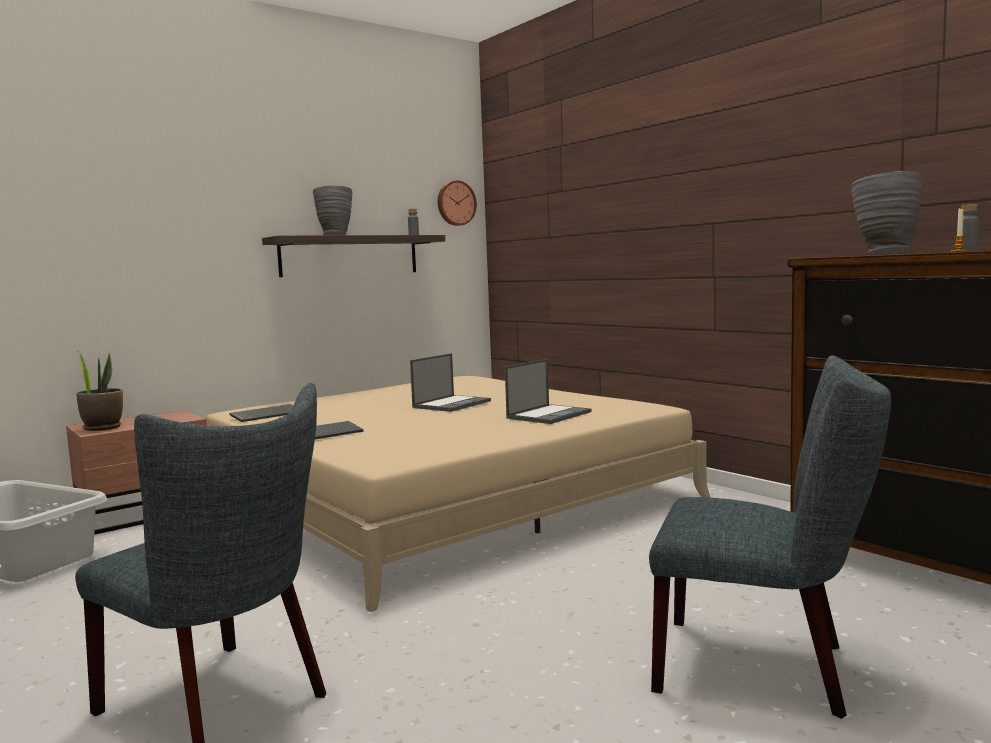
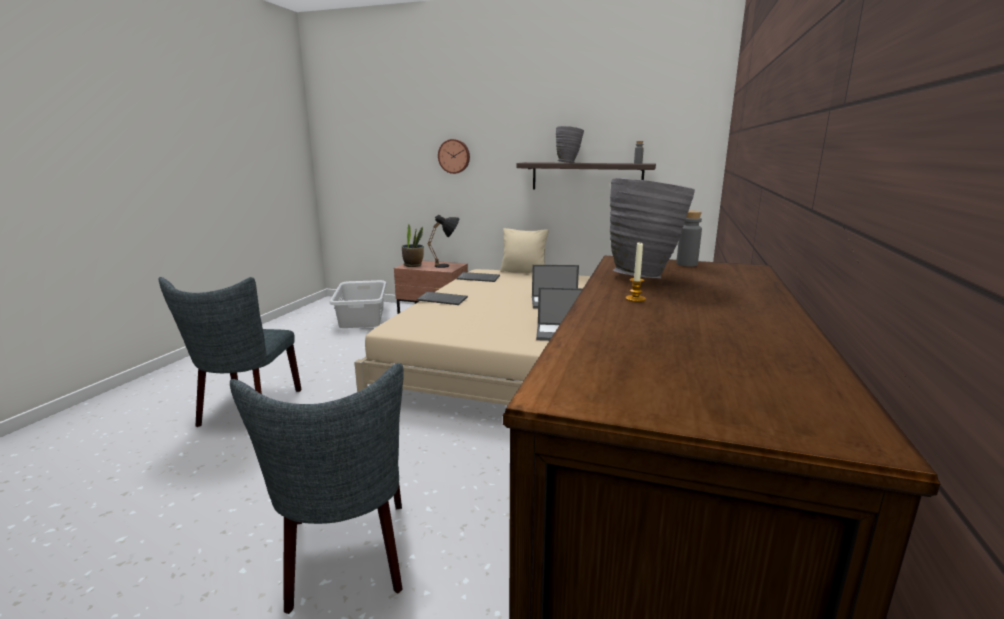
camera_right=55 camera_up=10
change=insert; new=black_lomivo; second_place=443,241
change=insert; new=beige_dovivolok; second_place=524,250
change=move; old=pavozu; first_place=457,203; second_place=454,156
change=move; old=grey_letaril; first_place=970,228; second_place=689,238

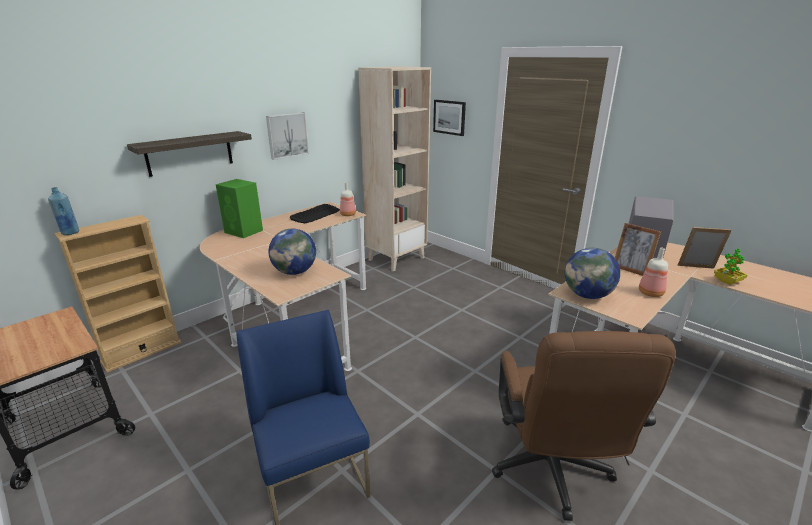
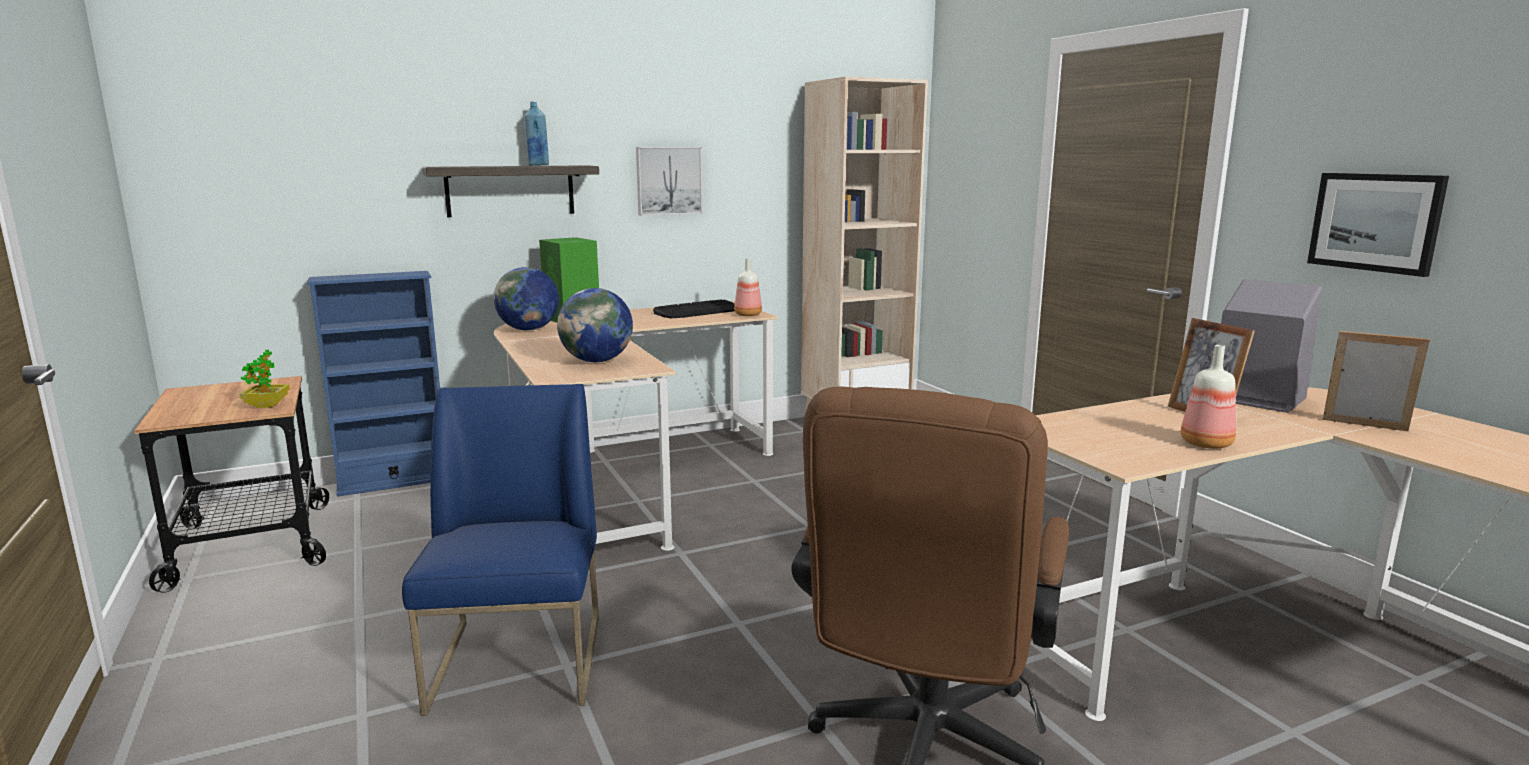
camera_right=20 camera_up=-10
change=move; old=blue_letaril; first_place=63,211; second_place=536,134
change=move; old=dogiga; first_place=449,118; second_place=1378,225
change=move; old=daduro; first_place=592,273; second_place=526,299
change=move; old=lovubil; first_place=730,266; second_place=265,378
change=recolor; old=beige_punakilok; new=blue_punakilok; first_place=117,294; second_place=373,384

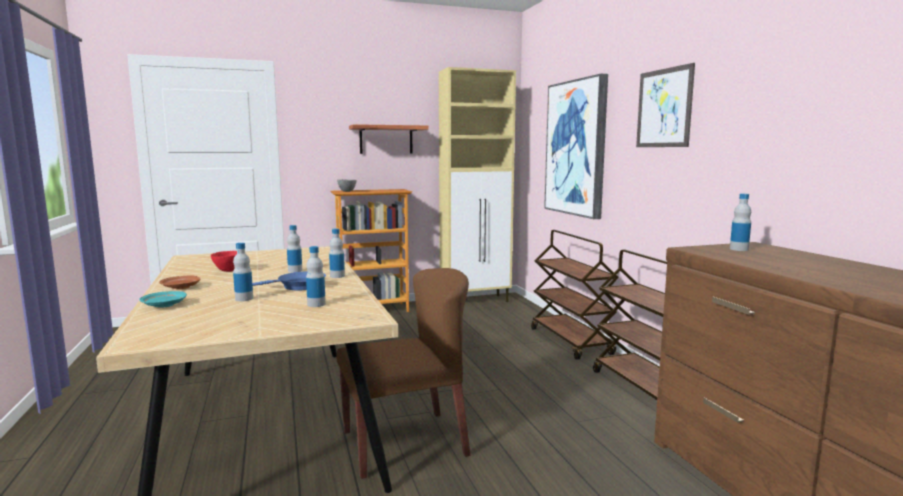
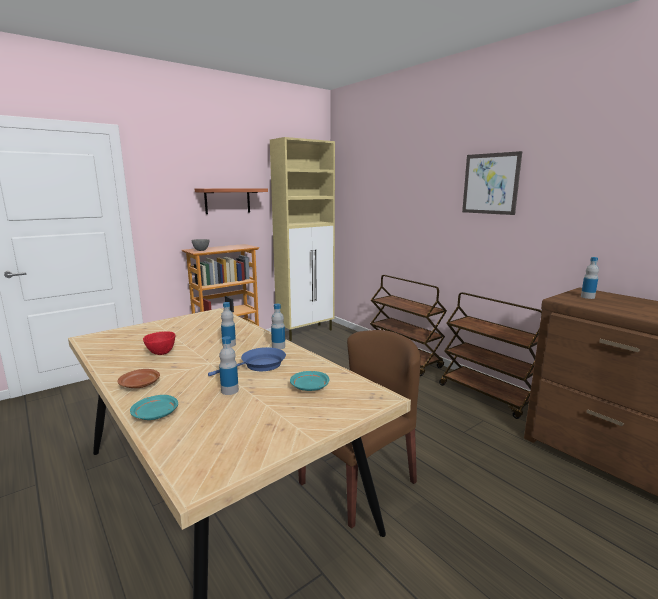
camera_right=-20 camera_up=5
change=delete; old=dogiga; first_place=576,146
change=replace; old=letaril; new=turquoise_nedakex; first_place=316,276; second_place=309,381

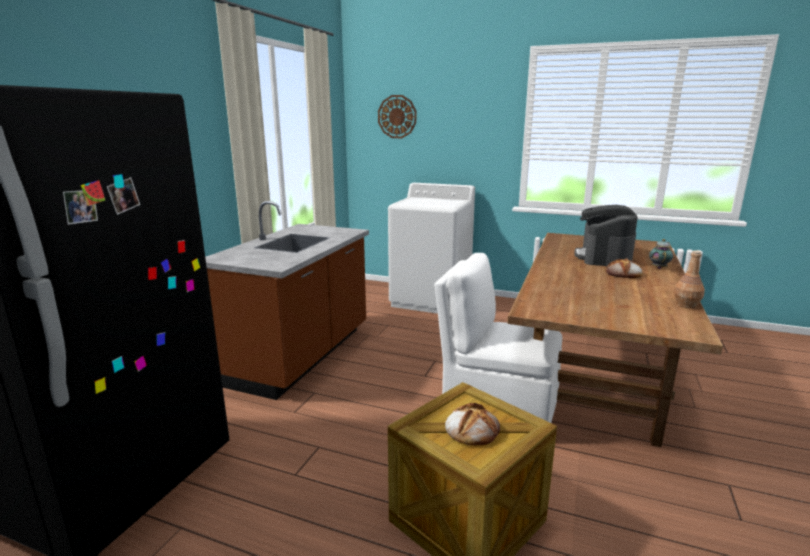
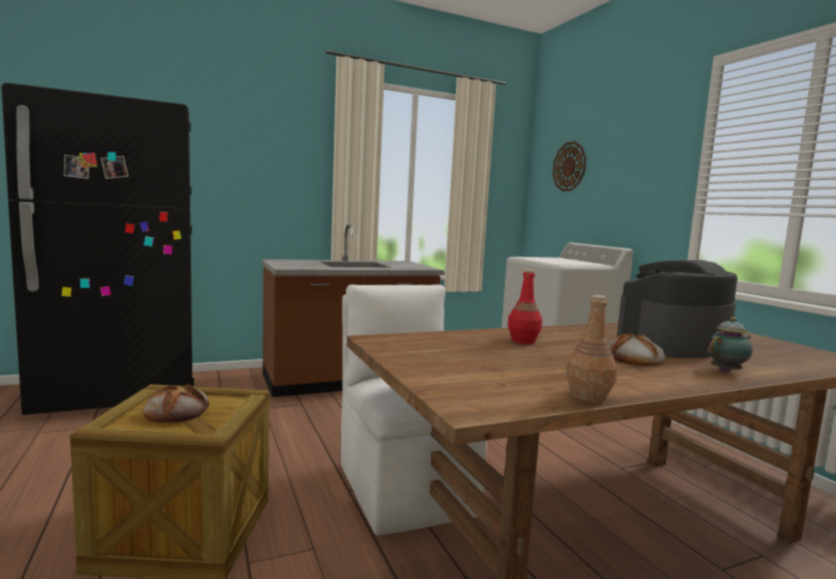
camera_right=45 camera_up=-10
change=insert; new=red_letaril; second_place=525,307

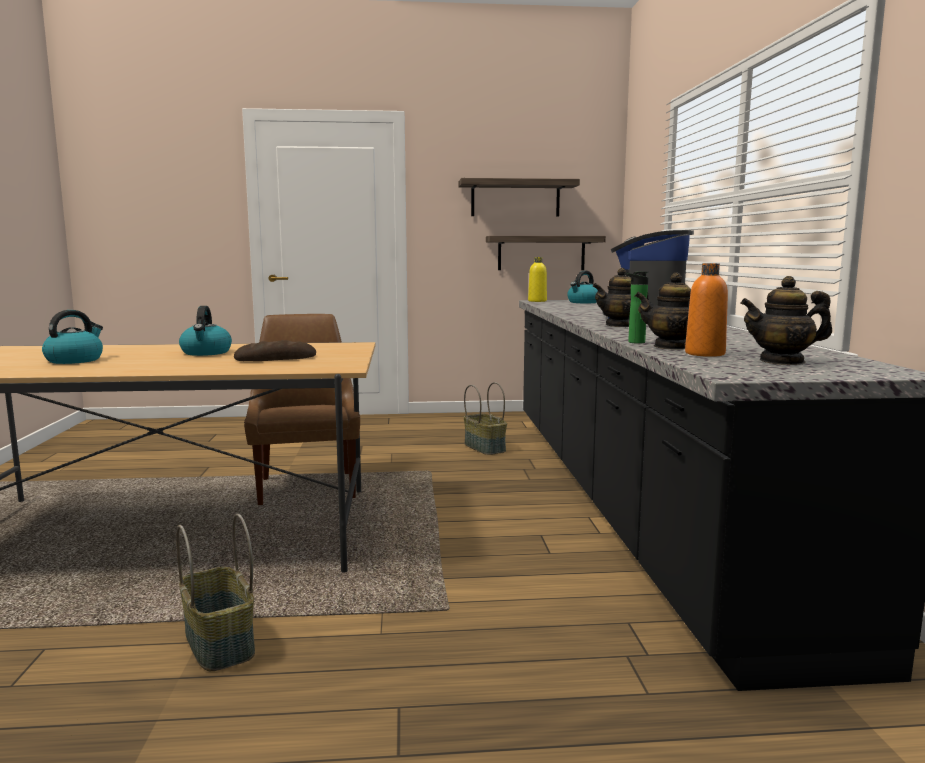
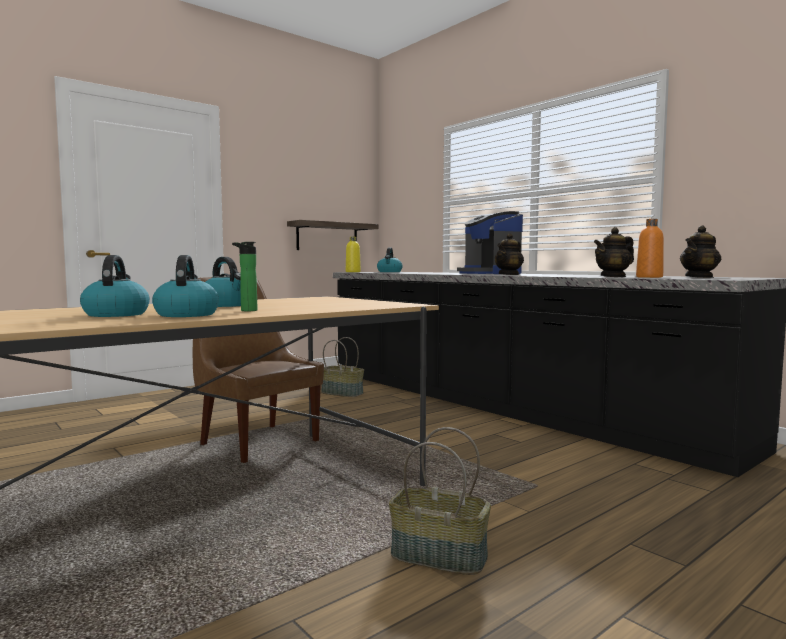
camera_right=-35 camera_up=-5
change=delete; old=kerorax; first_place=275,350
change=delete; old=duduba; first_place=519,197
change=insert; new=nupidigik; second_place=185,286
change=move; old=letaril; first_place=636,307; second_place=244,276

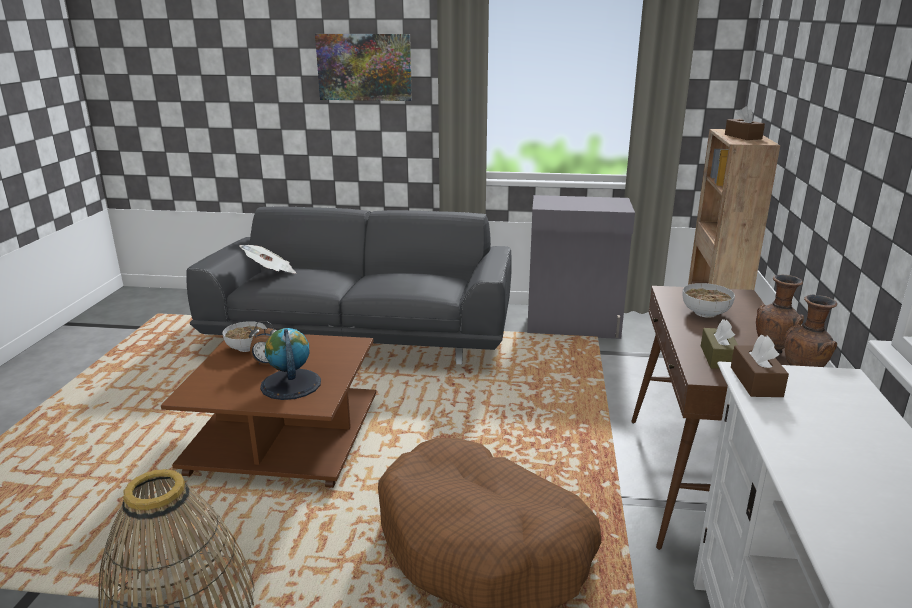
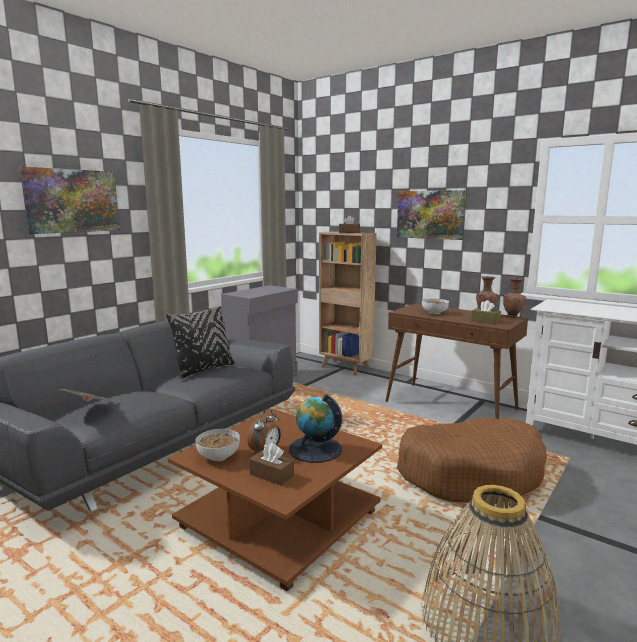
camera_right=-60 camera_up=-10
change=insert; new=black_dovivolok; second_place=200,342
change=insert; new=dogiga; second_place=431,215
change=move; old=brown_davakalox; first_place=760,366; second_place=271,464

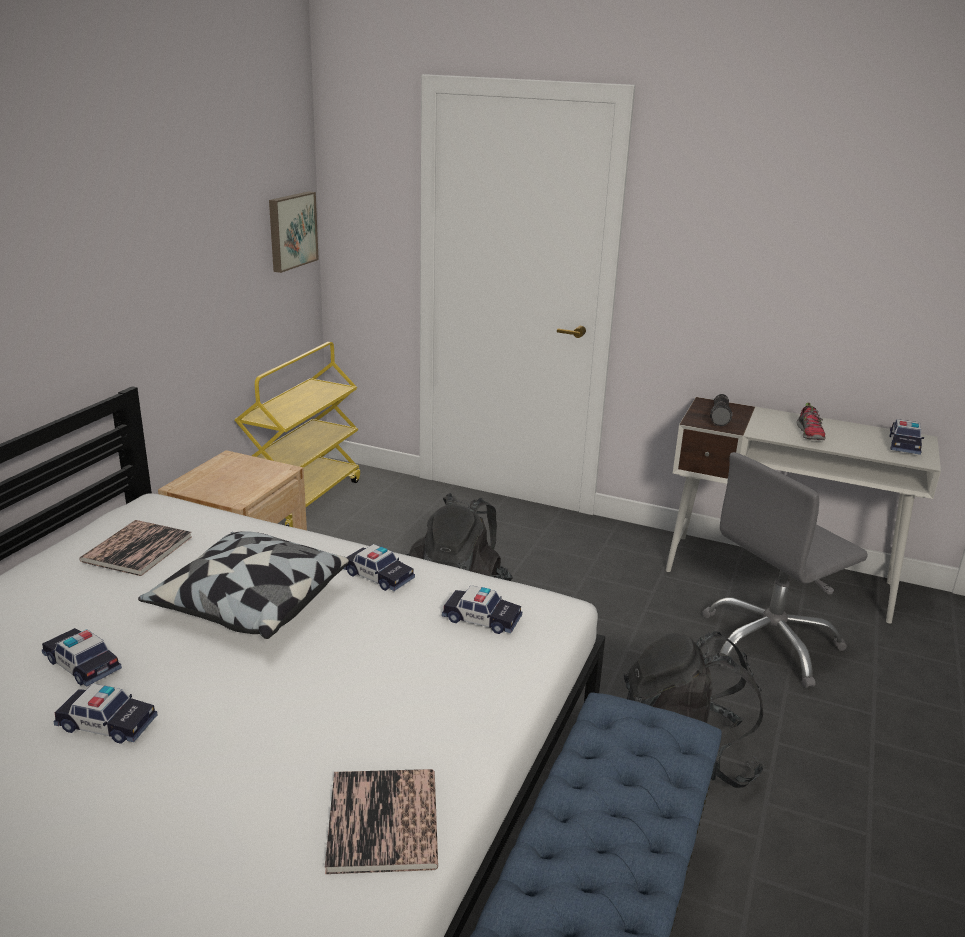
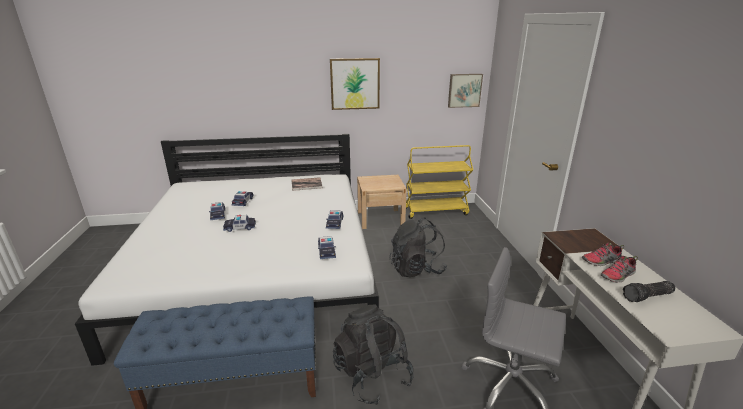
camera_right=60 camera_up=0
change=delete; old=dovivolok; first_place=243,585
change=delete; old=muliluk; first_place=381,821
change=insert; new=dogiga; second_place=355,84
change=insert; new=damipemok; second_place=603,254
change=move; old=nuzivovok; first_place=721,410; second_place=649,291
change=move; old=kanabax; first_place=907,437; second_place=239,223

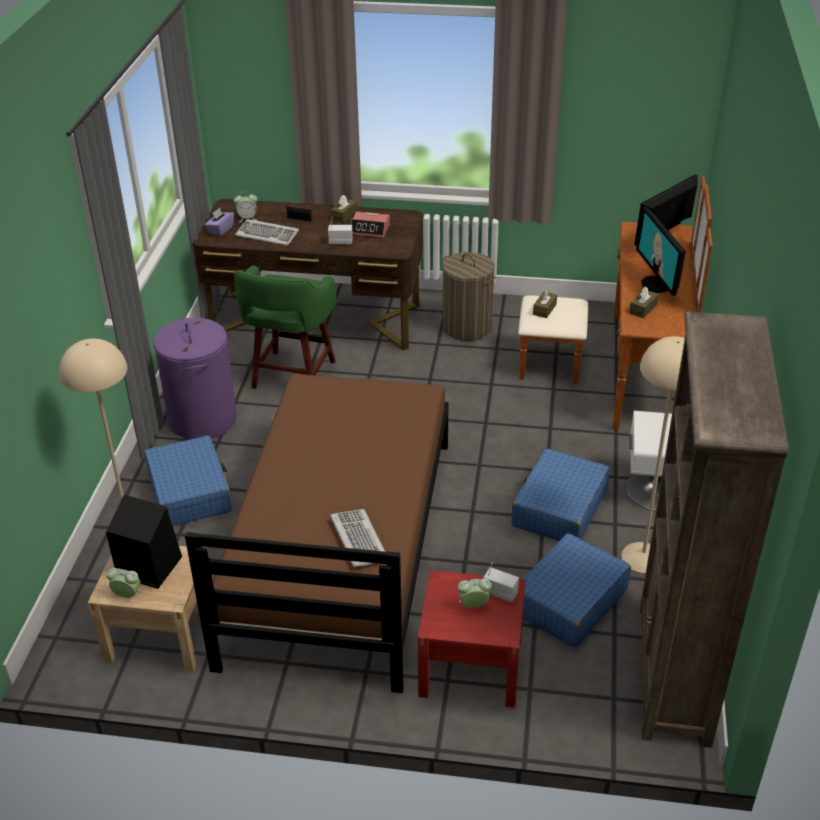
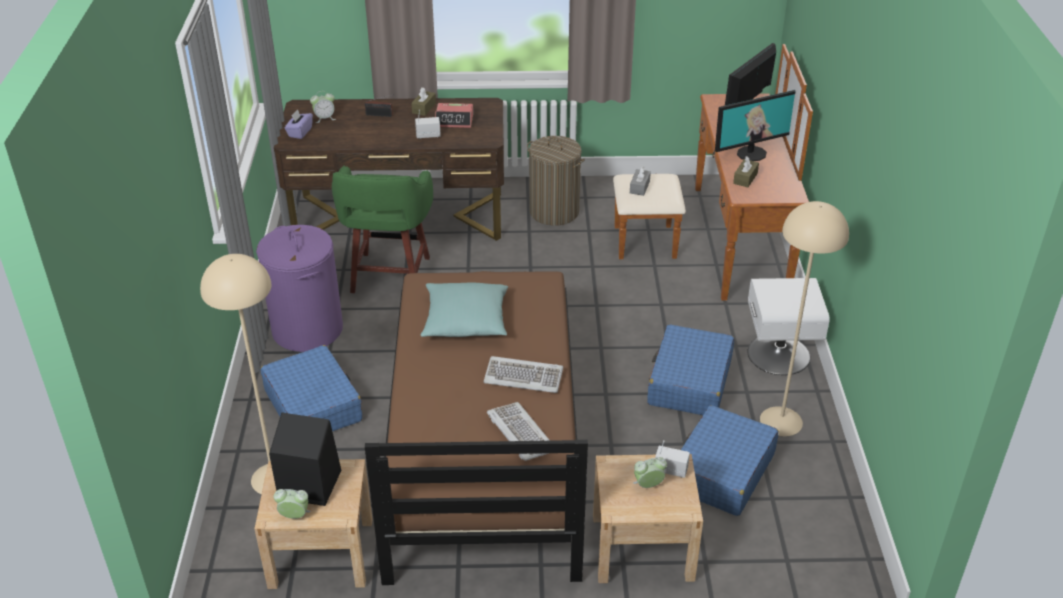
camera_right=-10 camera_up=0
change=delete; old=brown_punakilok; first_place=714,529
change=insert; new=turquoise_dovivolok; second_place=464,309
change=move; old=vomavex; first_place=267,232; second_place=523,374
change=recolor; old=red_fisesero; new=beige_fisesero; first_place=471,639; second_place=648,518
change=recolor; old=brown_davakalox; new=grey_davakalox; first_place=545,303; second_place=640,181
change=rotate; old=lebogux; first_place=661,251; second_place=755,125; degrees=-90

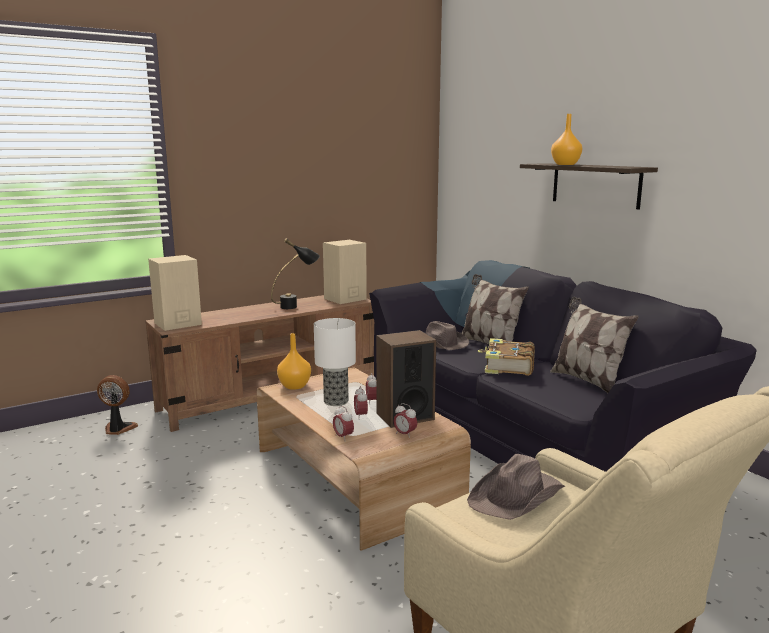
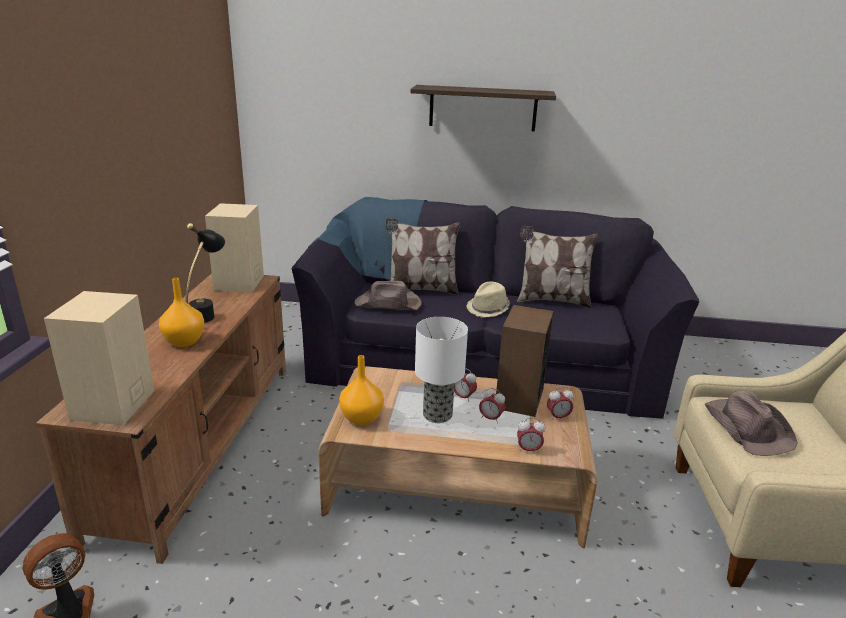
camera_right=-50 camera_up=10
change=move; old=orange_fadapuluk; first_place=566,139; second_place=181,312
change=replace; old=muliluk; new=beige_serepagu; first_place=506,357; second_place=488,299

